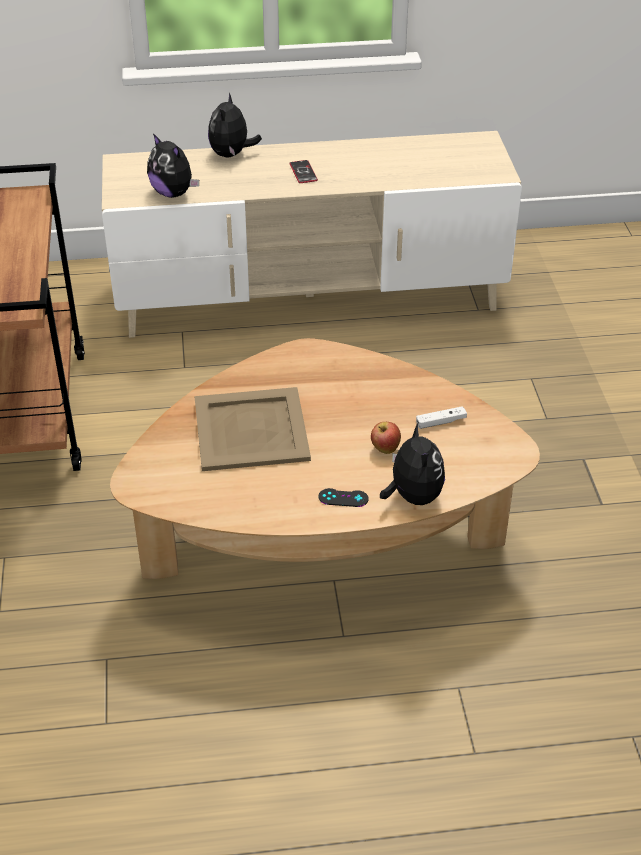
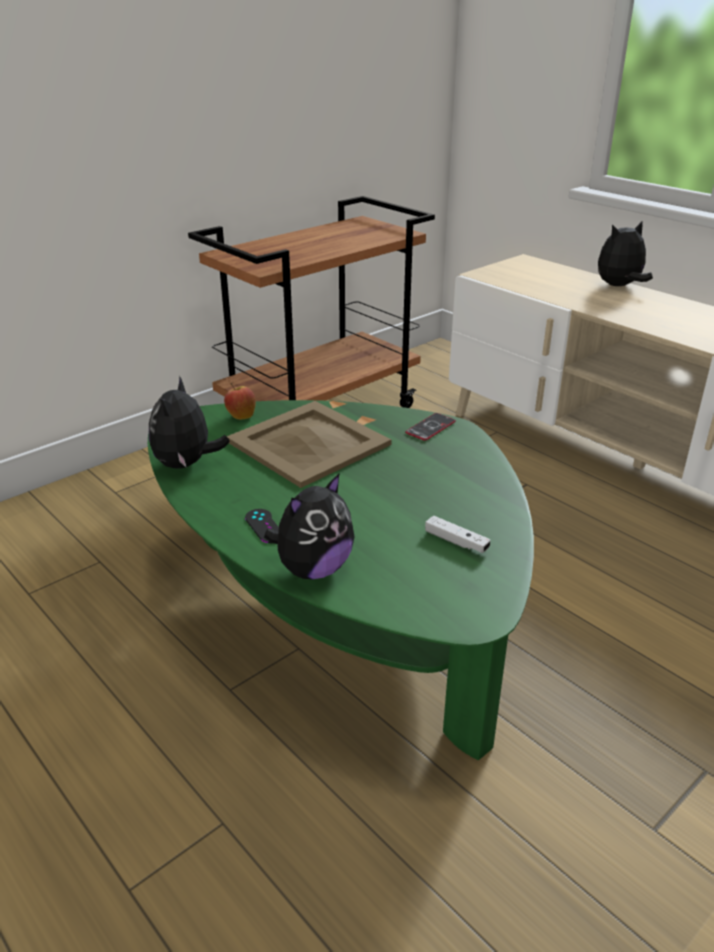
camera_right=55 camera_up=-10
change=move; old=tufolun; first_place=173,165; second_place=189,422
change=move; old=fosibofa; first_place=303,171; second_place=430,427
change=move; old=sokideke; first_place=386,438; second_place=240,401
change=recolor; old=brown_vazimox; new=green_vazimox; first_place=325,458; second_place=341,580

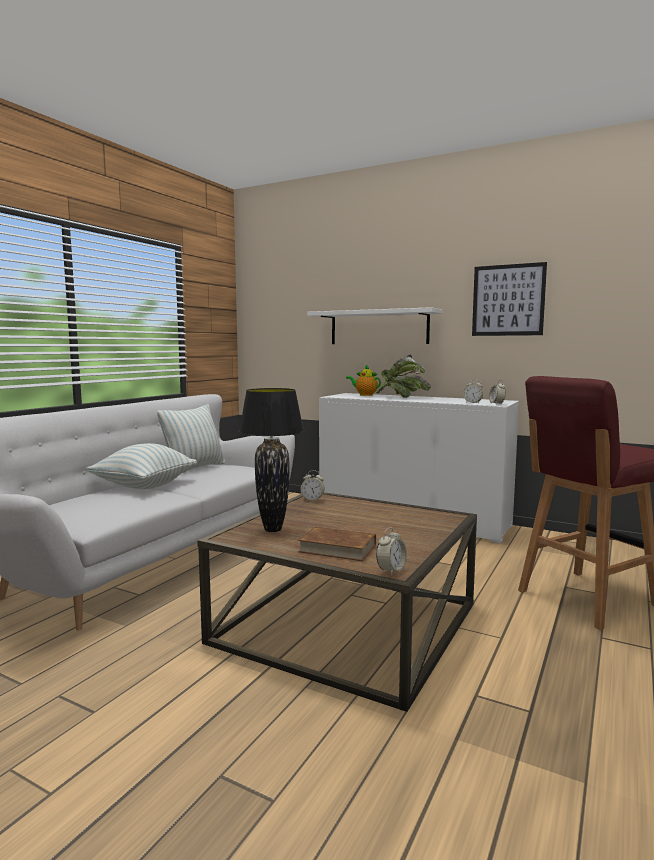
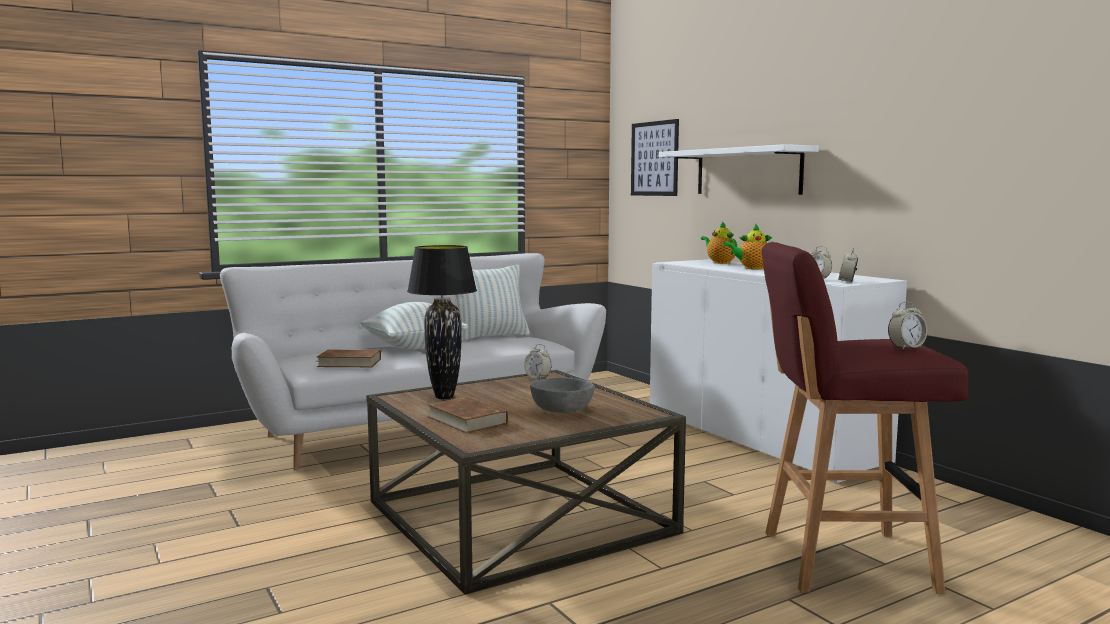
camera_right=30 camera_up=0
change=insert; new=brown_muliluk; second_place=348,358
change=insert; new=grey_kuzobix; second_place=562,395
change=move; old=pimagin; first_place=391,551; second_place=908,325
change=move; old=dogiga; first_place=509,299; second_place=655,157
change=replace; old=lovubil; new=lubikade; first_place=403,376; second_place=747,246

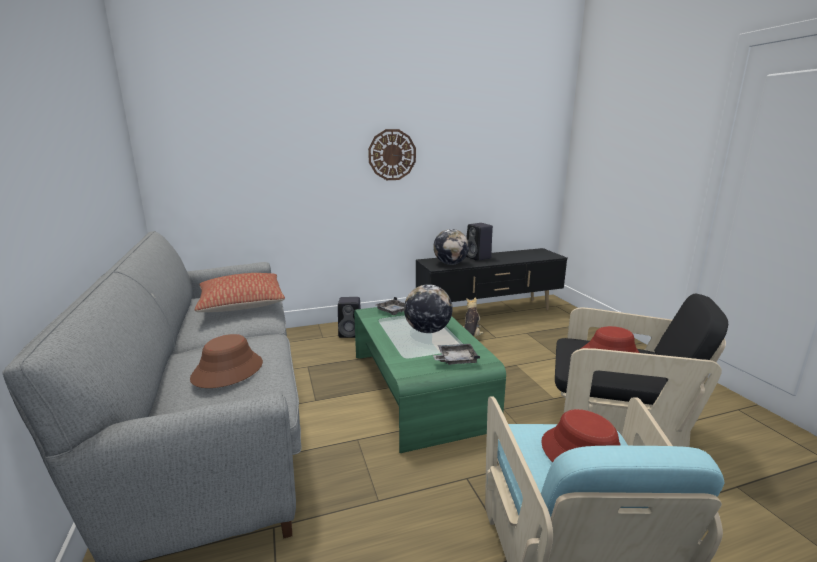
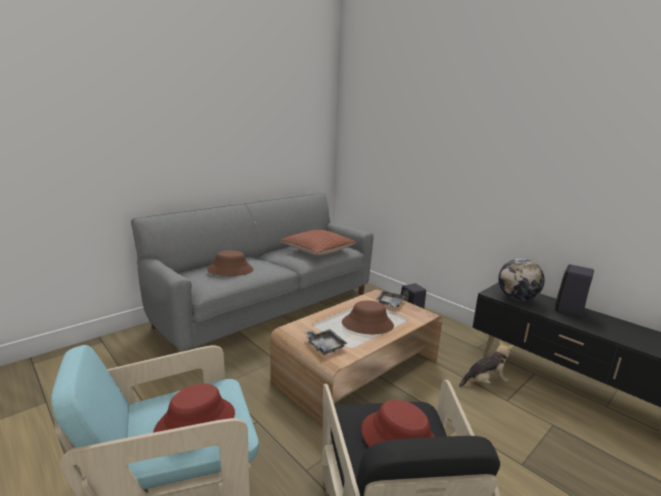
camera_right=65 camera_up=0
change=delete; old=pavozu; first_place=392,154
change=replace; old=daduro; new=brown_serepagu; first_place=428,308; second_place=368,317
change=recolor; old=green_vazimox; new=brown_vazimox; first_place=430,380; second_place=356,357

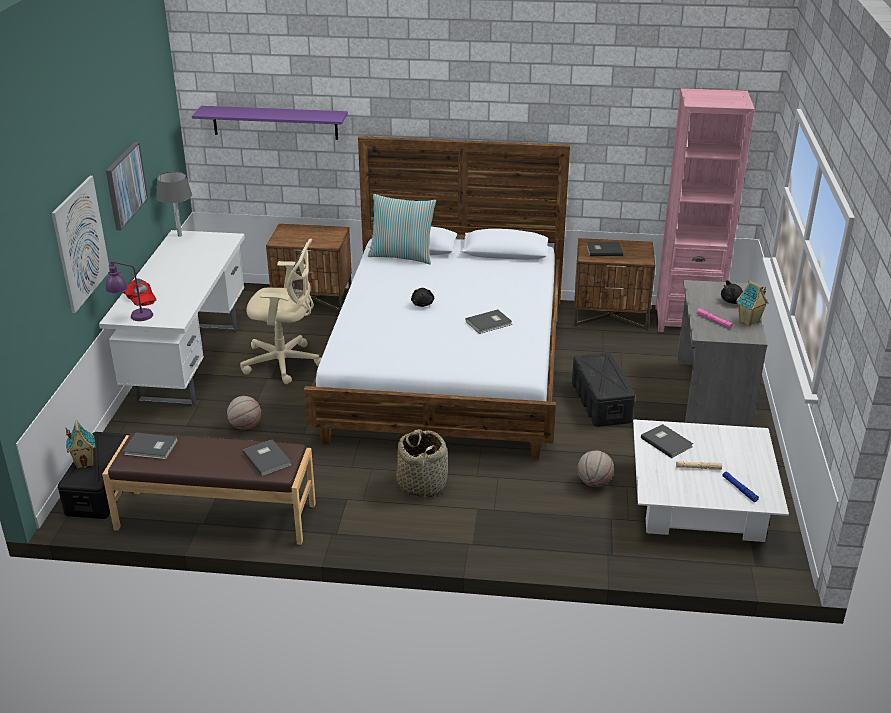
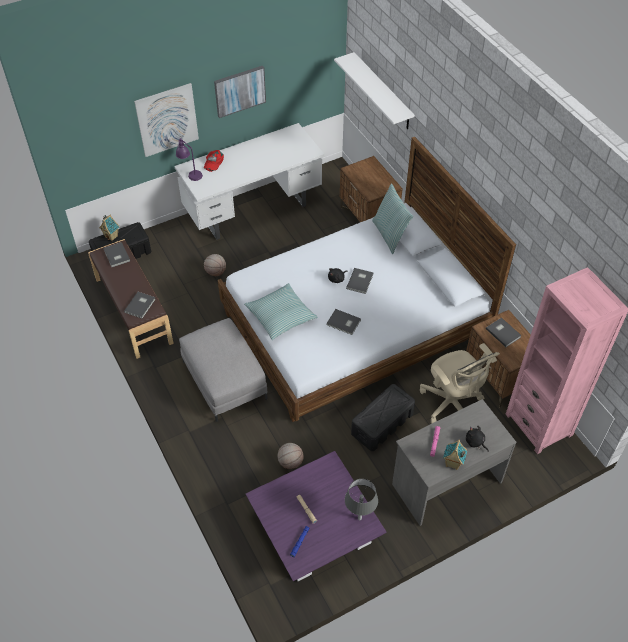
camera_right=55 camera_up=20
change=insert; new=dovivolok; second_place=281,311
change=move; old=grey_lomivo; first_place=174,204; second_place=361,499
change=move; old=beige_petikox; first_place=280,311; second_place=460,383
change=move; old=grey_muliluk; first_place=667,441; second_place=360,281
change=replace; old=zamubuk; new=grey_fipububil; first_place=422,463; second_place=223,370
change=recolor; old=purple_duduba; new=white_duduba; first_place=270,123; second_place=374,90
change=recolor; old=white_vazimox; new=purple_vazimox; first_place=711,480; second_place=316,516

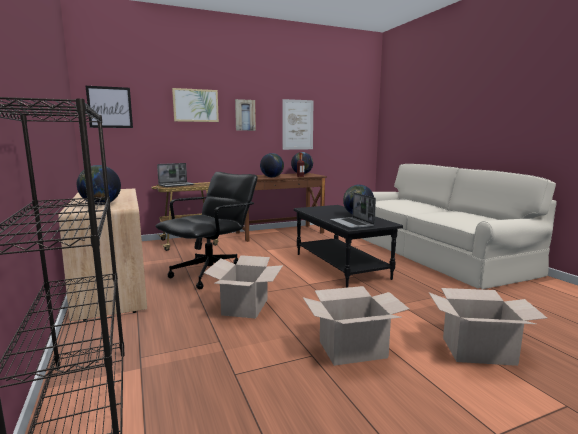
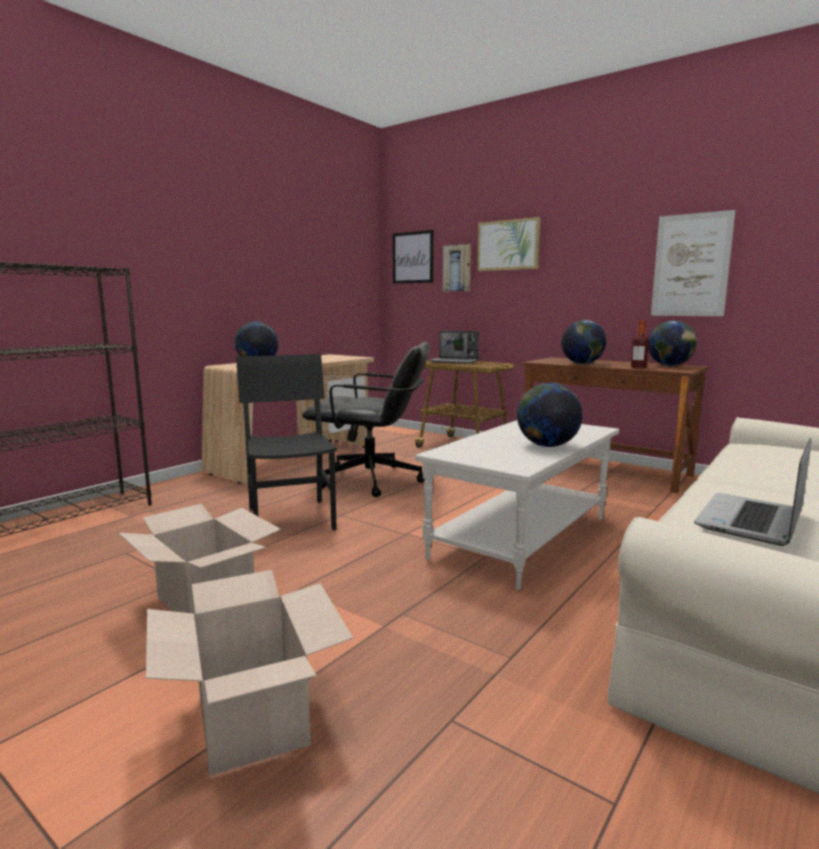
camera_right=60 camera_up=0
change=move; old=dogiga; first_place=245,115; second_place=457,268
change=move; old=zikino; first_place=353,210; second_place=752,492
change=replace; old=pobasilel; new=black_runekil; first_place=243,287; second_place=286,447
change=recolor; old=black_vazimox; new=white_vazimox; first_place=348,246; second_place=517,505

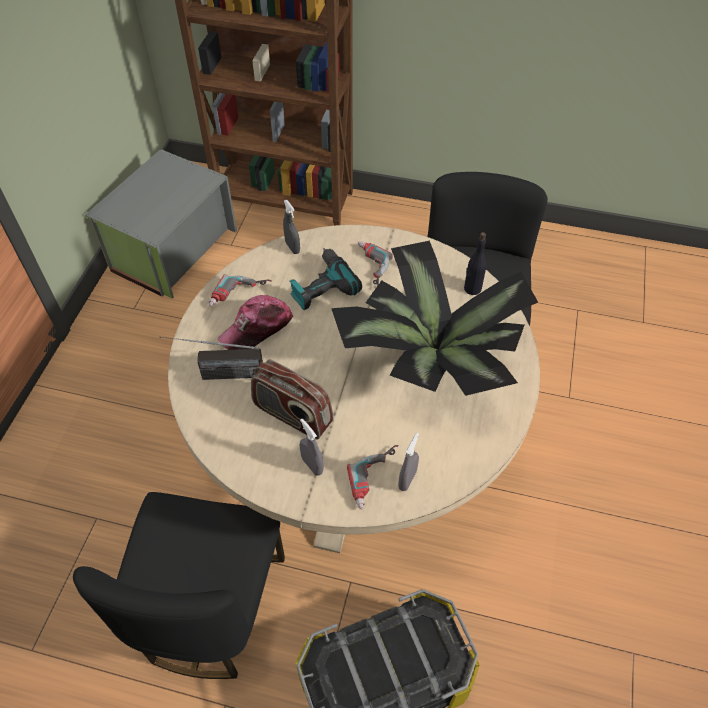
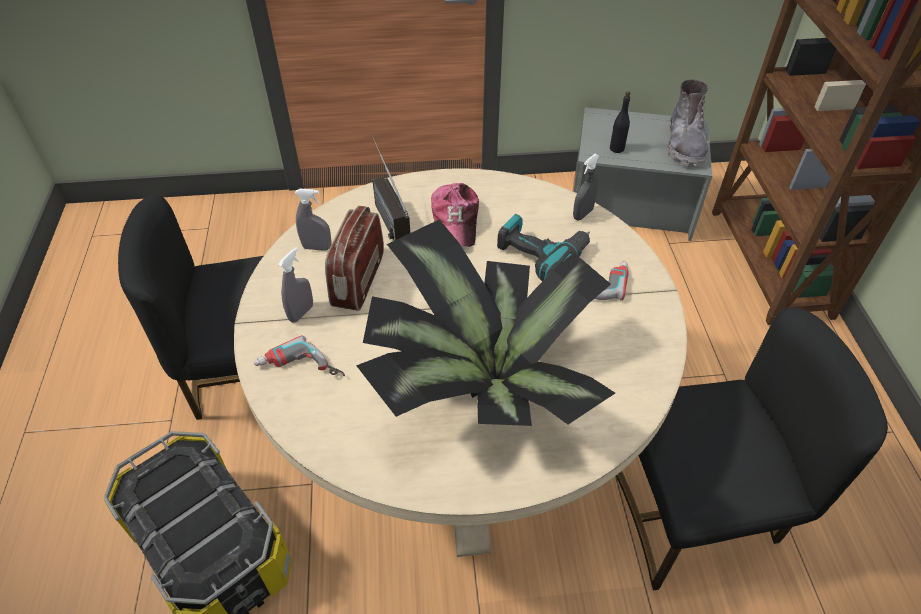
camera_right=70 camera_up=-5
change=delete; old=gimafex; first_place=240,290
change=insert; new=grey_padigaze; second_place=688,123
change=move; old=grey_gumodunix; first_place=408,462; second_place=313,220
change=move; old=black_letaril; first_place=475,263; second_place=620,122
change=rotate; old=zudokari; first_place=255,322; second_place=455,215; degrees=-120

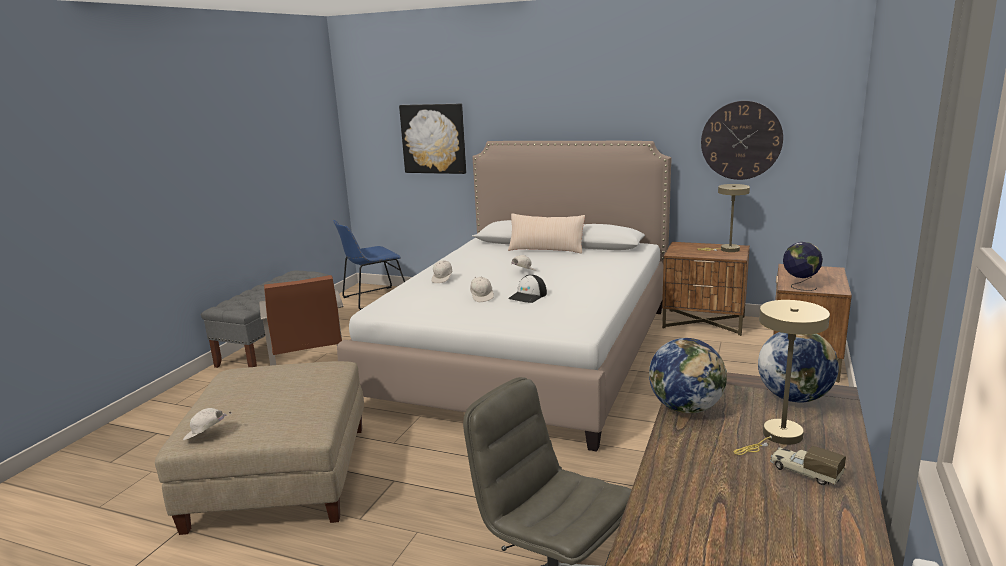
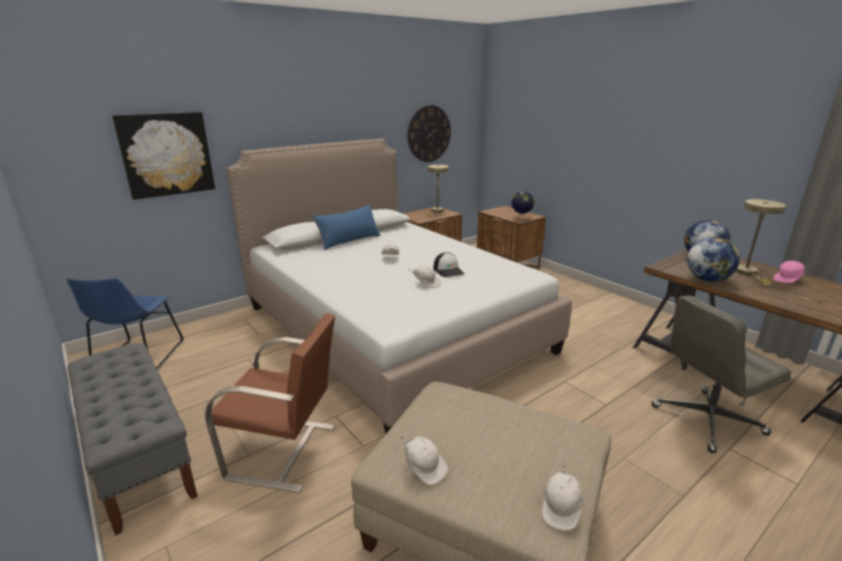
camera_right=-60 camera_up=5
change=move; old=white_zudokari; first_place=441,271; second_place=424,460
change=replace; old=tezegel; new=pink_zudokari; first_place=808,465; second_place=789,272
change=recolor; old=beige_dovivolok; new=blue_dovivolok; first_place=546,233; second_place=347,227

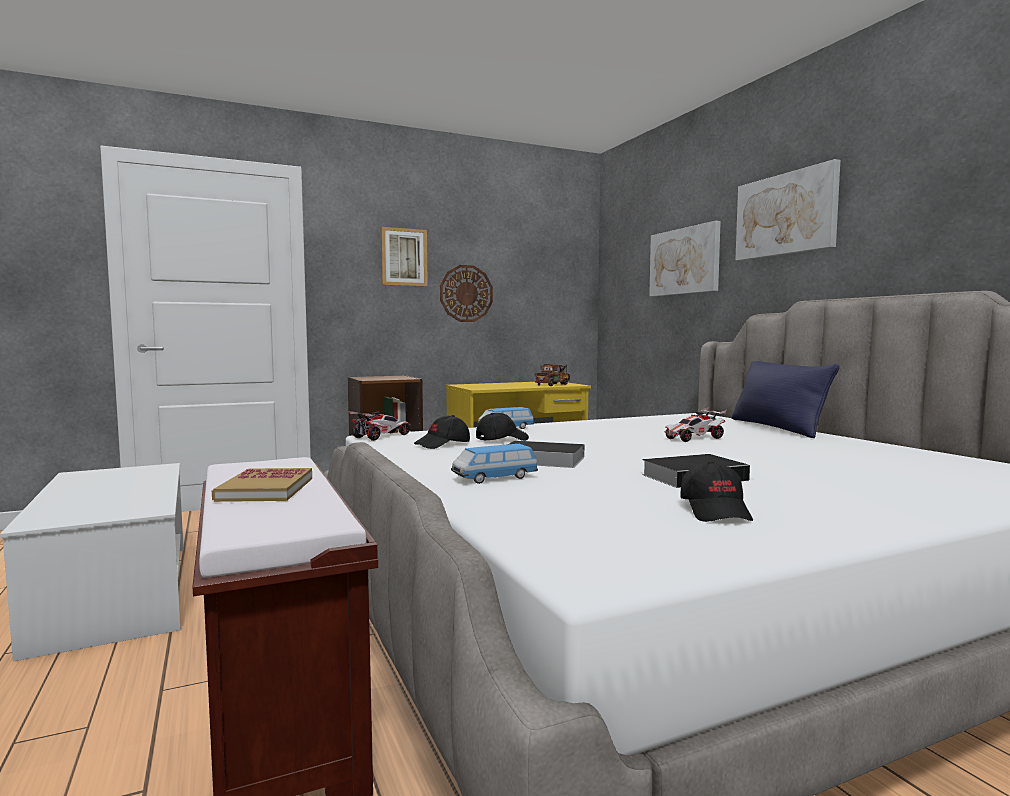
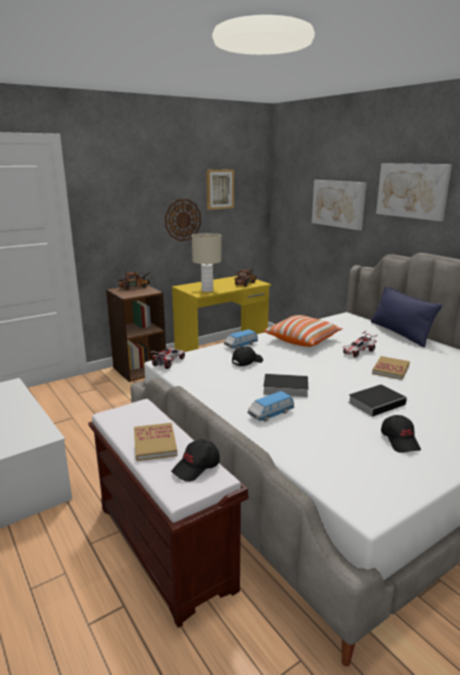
camera_right=-10 camera_up=15
change=insert; new=tezegel; second_place=134,280
change=insert; new=beige_lomivo; second_place=206,262
change=insert; new=dovivolok; second_place=303,331
change=insert; new=muliluk; second_place=391,368
change=move; old=dogiga; first_place=404,257; second_place=220,189
change=move; old=black_zudokari; first_place=442,432; second_place=195,460

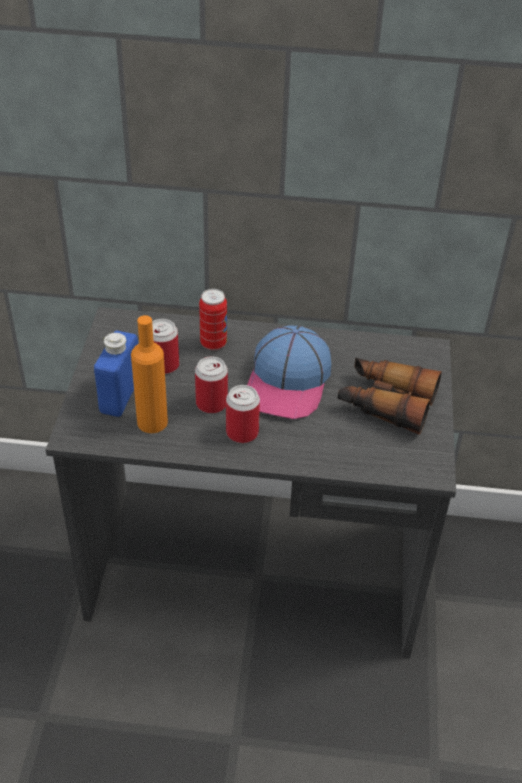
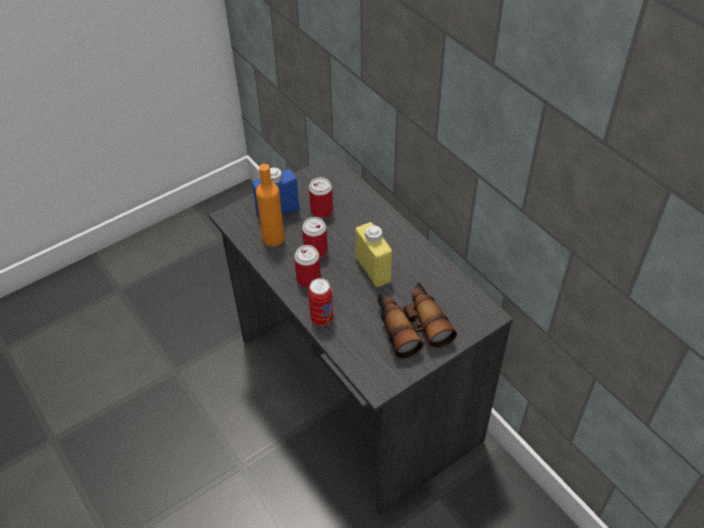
camera_right=50 camera_up=5
change=move; old=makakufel; first_place=213,319; second_place=320,302
change=replace; old=zudokari; new=yellow_letaril; first_place=289,372; second_place=374,254

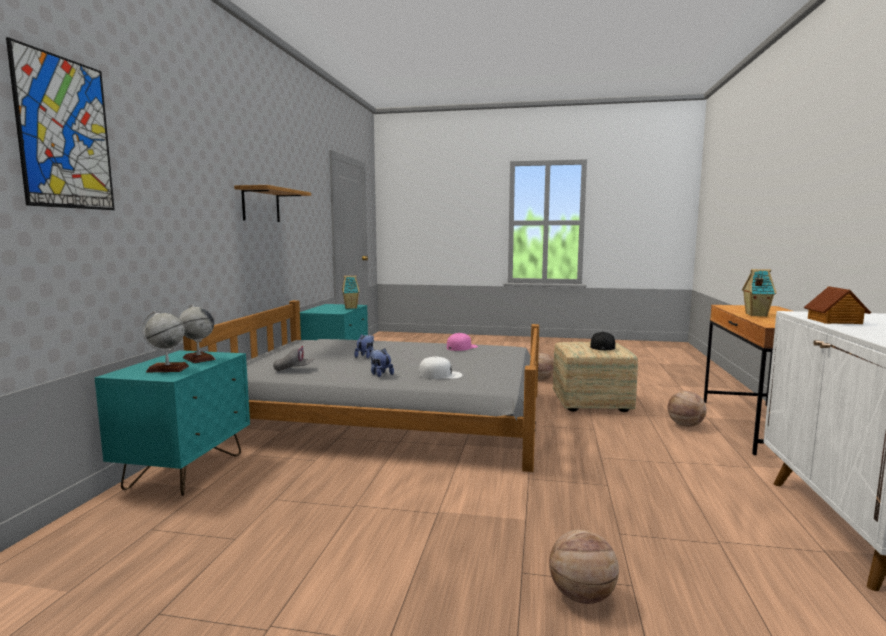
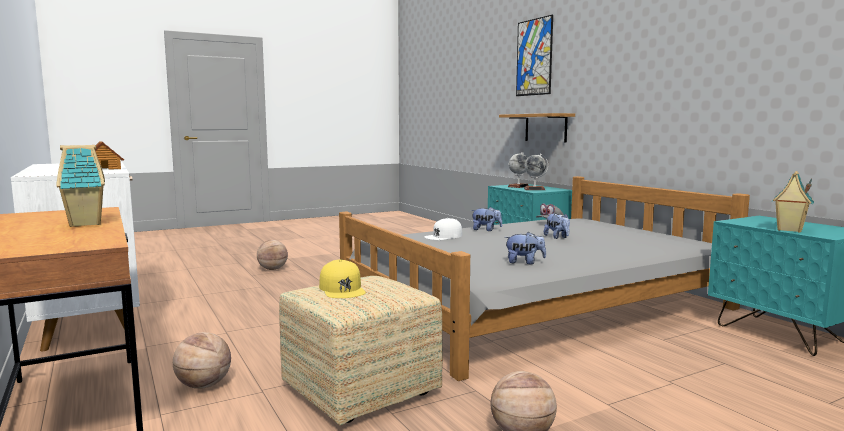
camera_right=140 camera_up=0
change=move; old=duduba; first_place=272,203; second_place=537,127
change=replace; old=pink_zudokari; new=tufolun; first_place=462,342; second_place=525,248
change=recolor; old=black_zudokari; new=yellow_zudokari; first_place=602,341; second_place=342,279

